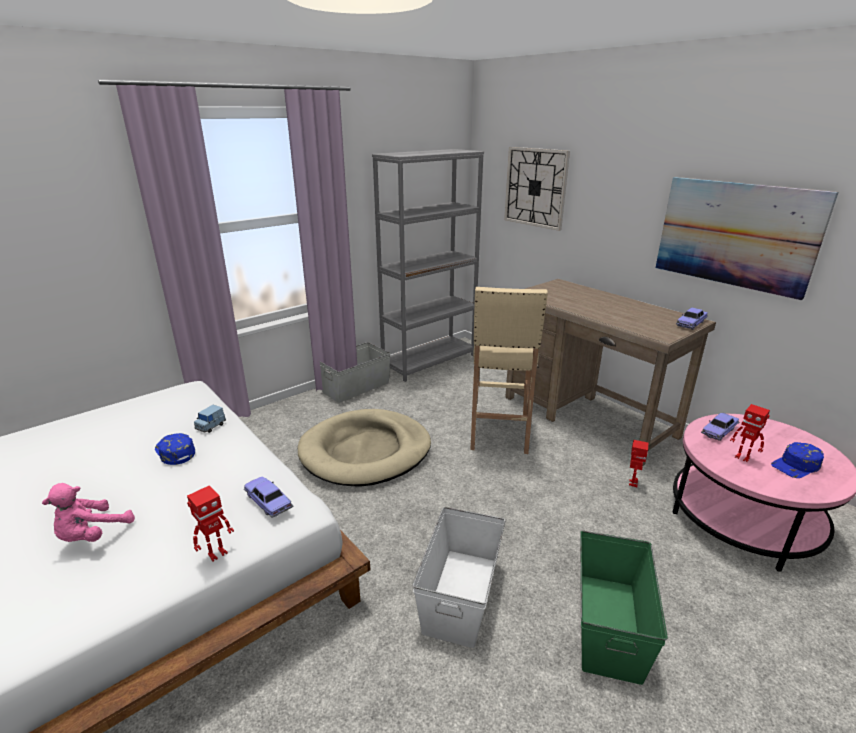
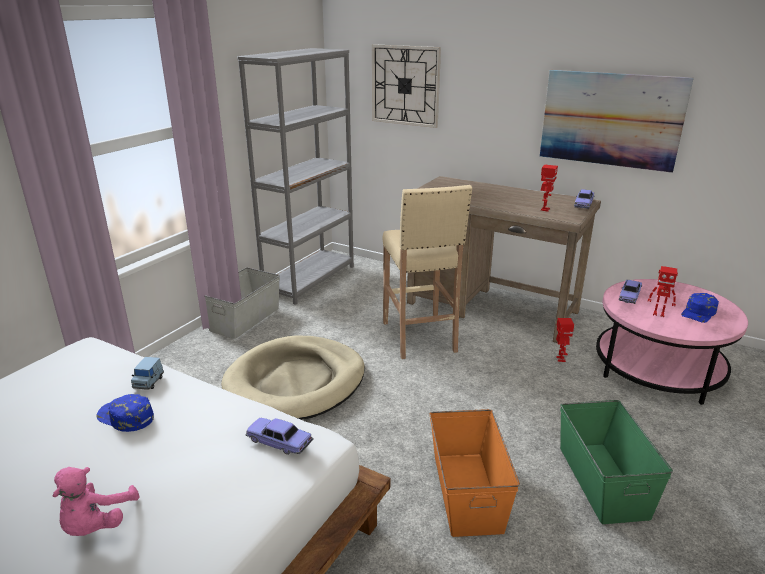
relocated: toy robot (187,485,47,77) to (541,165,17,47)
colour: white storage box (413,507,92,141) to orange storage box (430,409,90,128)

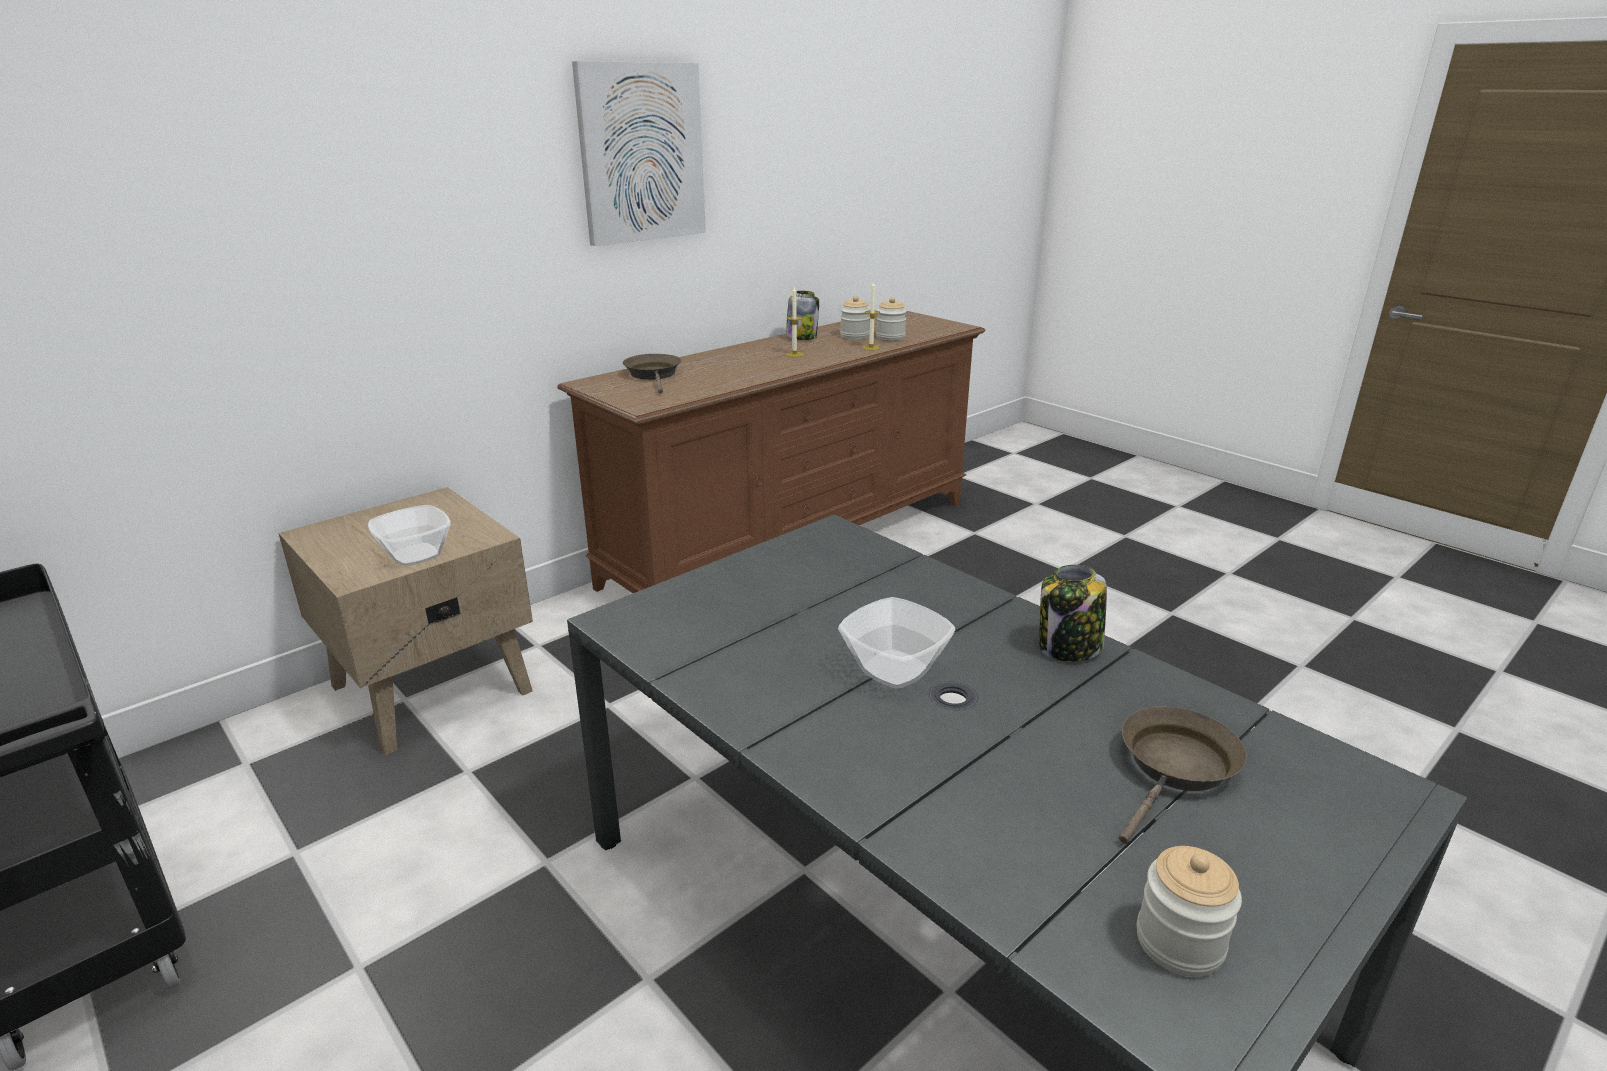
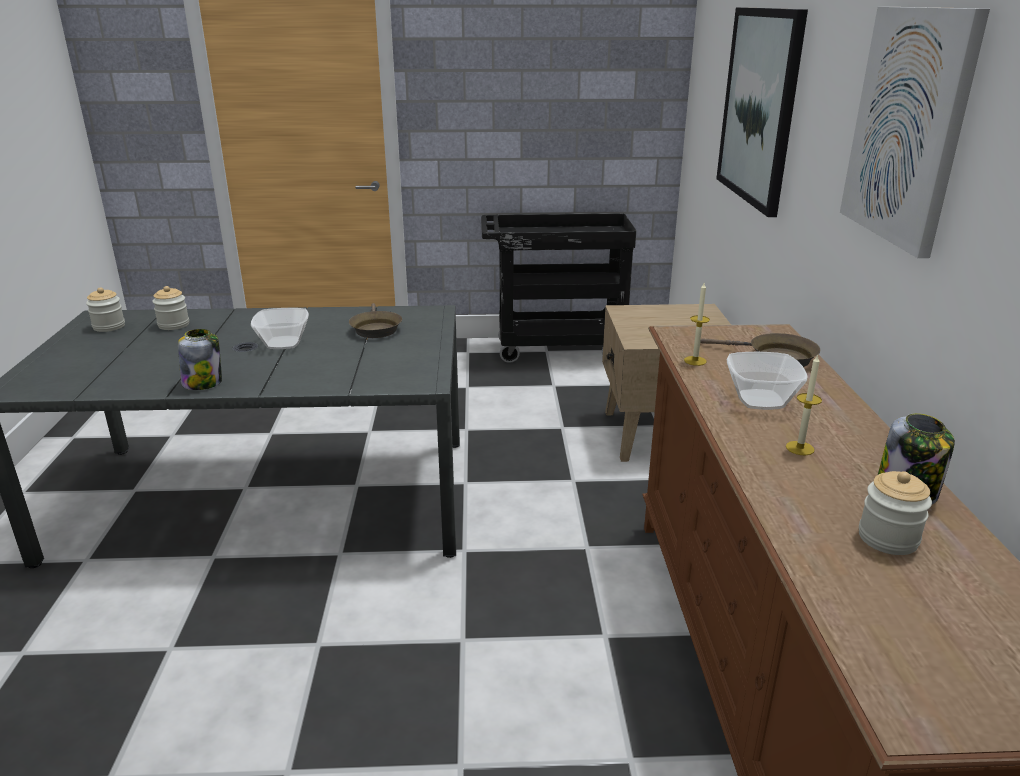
appeared: picture (716,7,92,210)
relocated: bowl (368,505,83,61) to (727,352,81,58); candle (863,281,17,69) to (684,283,26,83); jar (876,297,31,44) to (152,286,37,44); brown frying pan (1119,706,128,138) to (349,303,53,35)

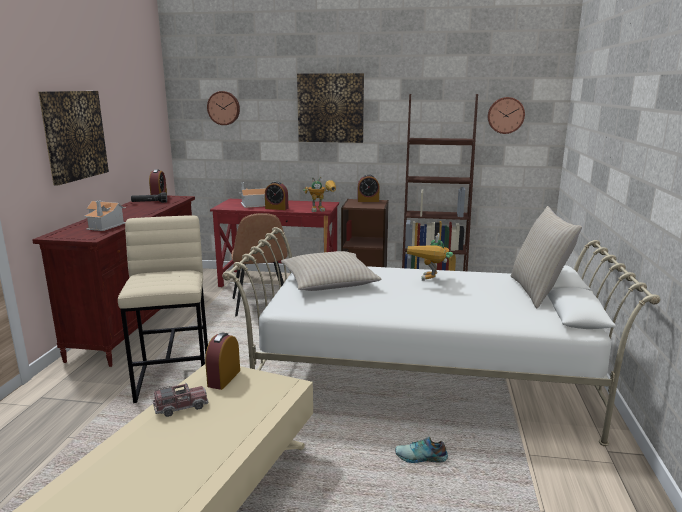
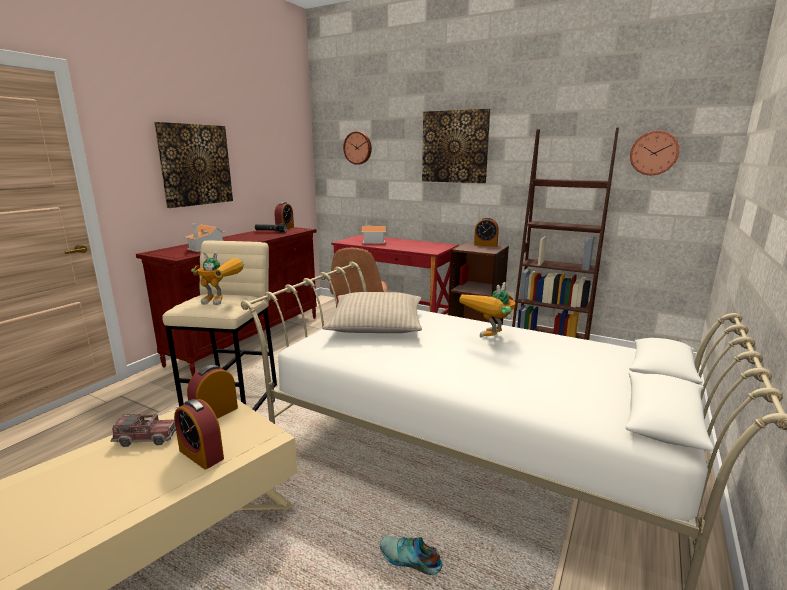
missing: beige pillow (511,206,71,103)
relocated: alarm clock (265,181,24,29) to (174,399,50,71); toy robot (303,177,33,35) to (191,252,53,53)

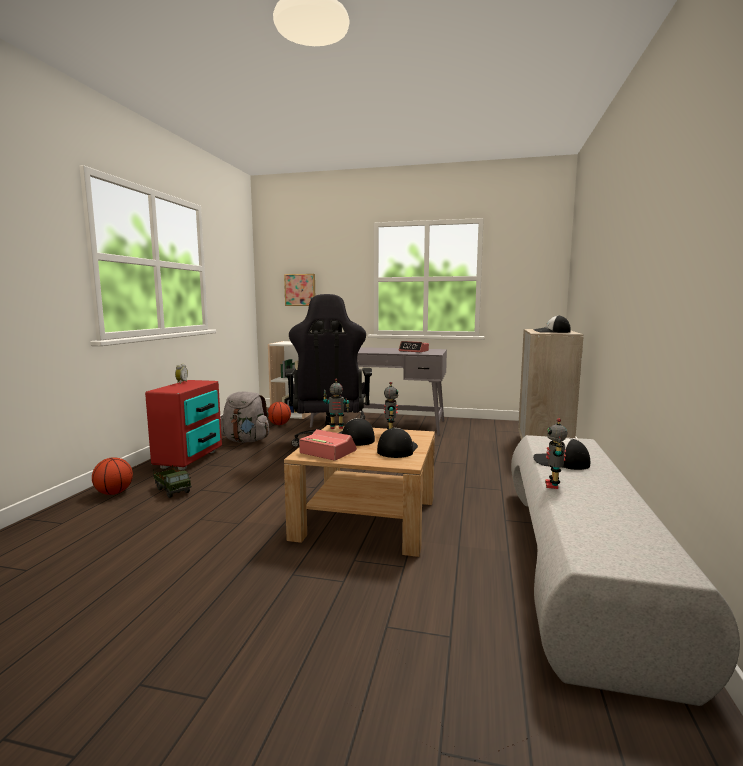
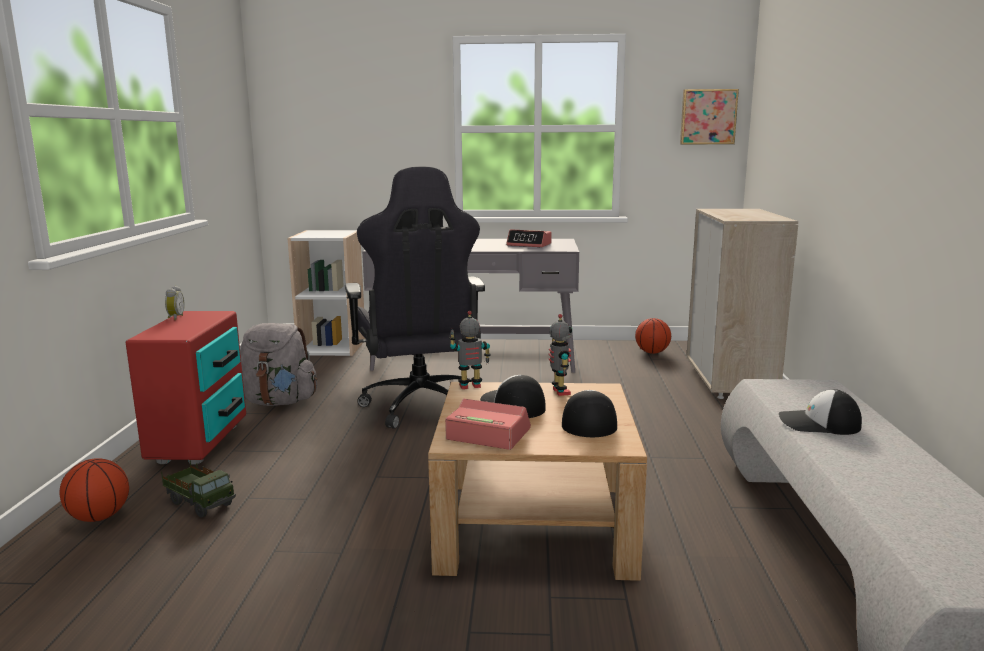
missing: cap (534,315,37,18); toy robot (545,418,22,71)
relocated: basketball (268,402,23,23) to (635,318,36,36); picture (284,274,31,32) to (680,89,59,56)

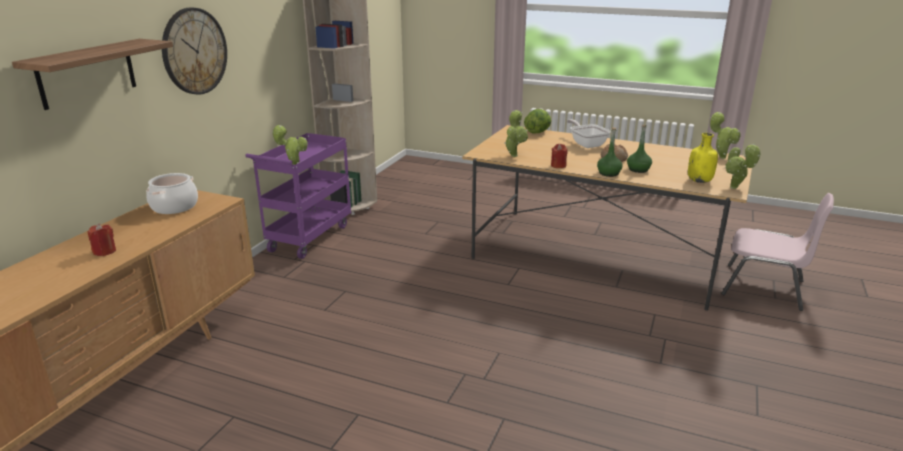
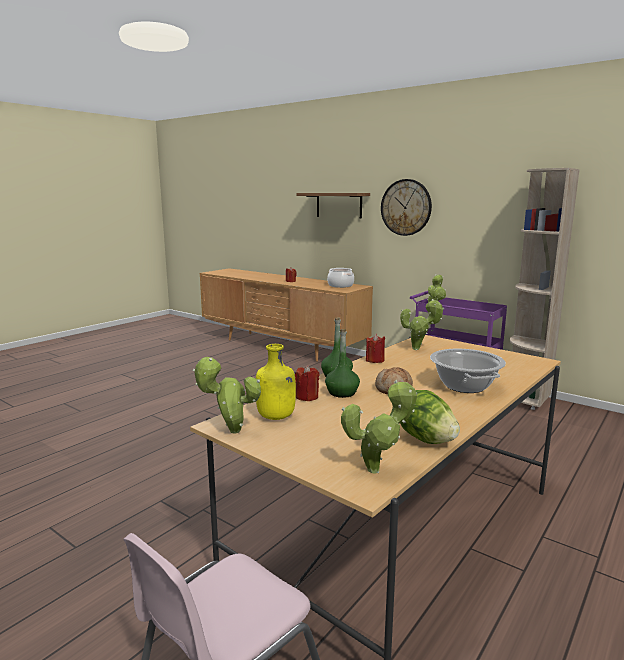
appeared: red candle (295,365,25,36)
relocated: lettuce (524,109,27,24) to (400,390,60,54)
exchanged: frying pan (567,119,44,29) to cooking pot (430,349,76,44)

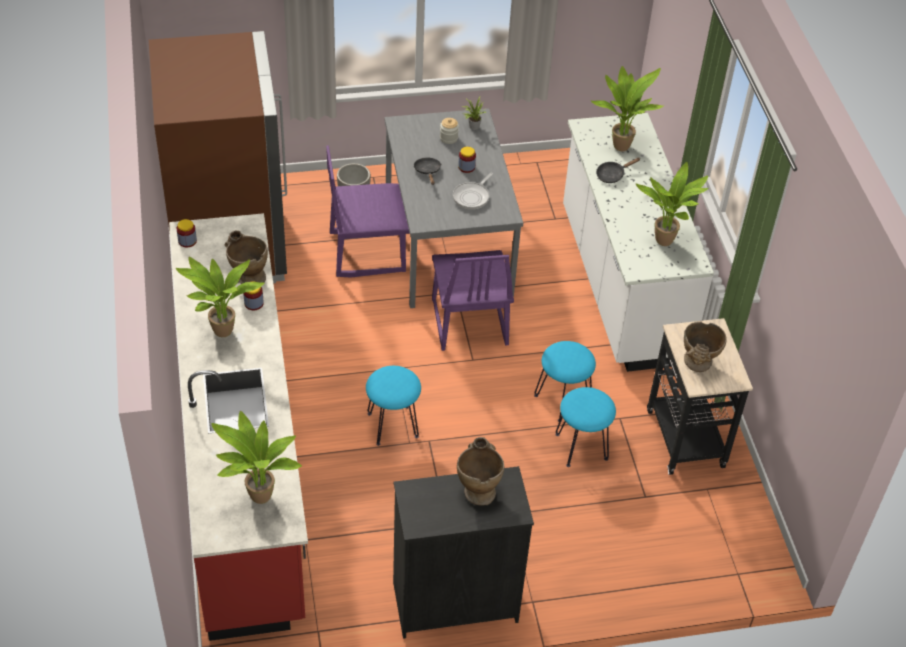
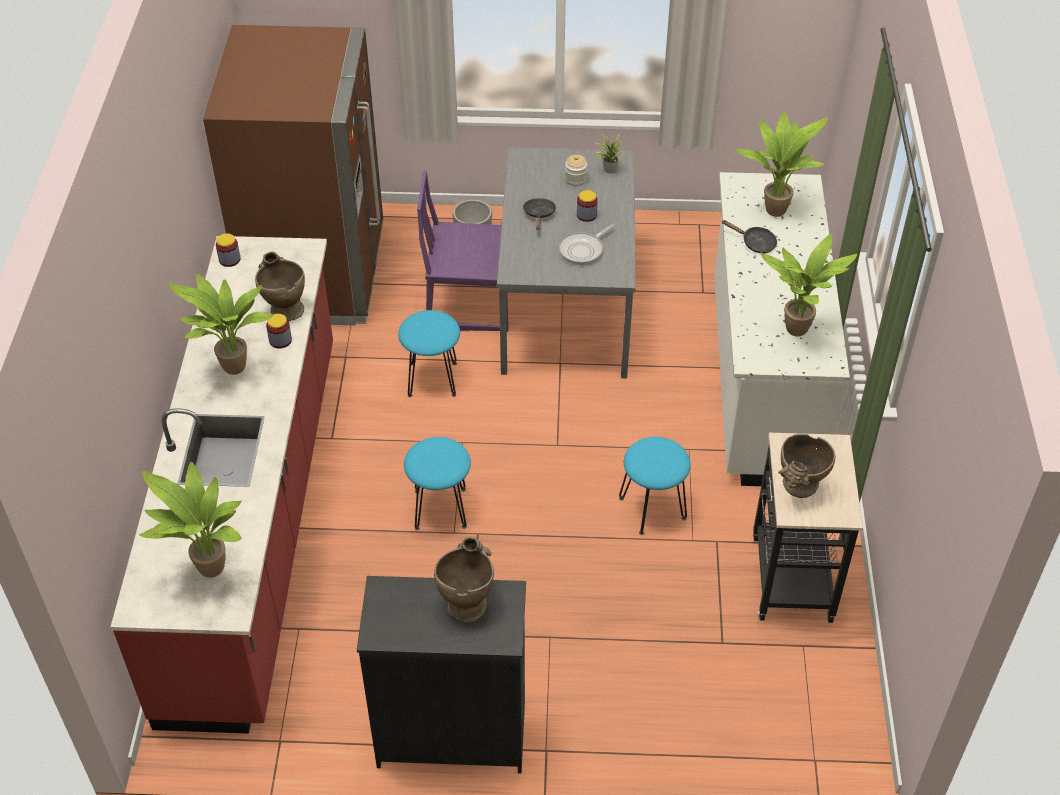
missing: purple chair (432,250,82,101)
relocated: turquoise stool (555,387,61,80) to (398,310,62,87)
spun: black frying pan (596,157,45,26) = (722,220,55,33) 135 degrees counterclockwise

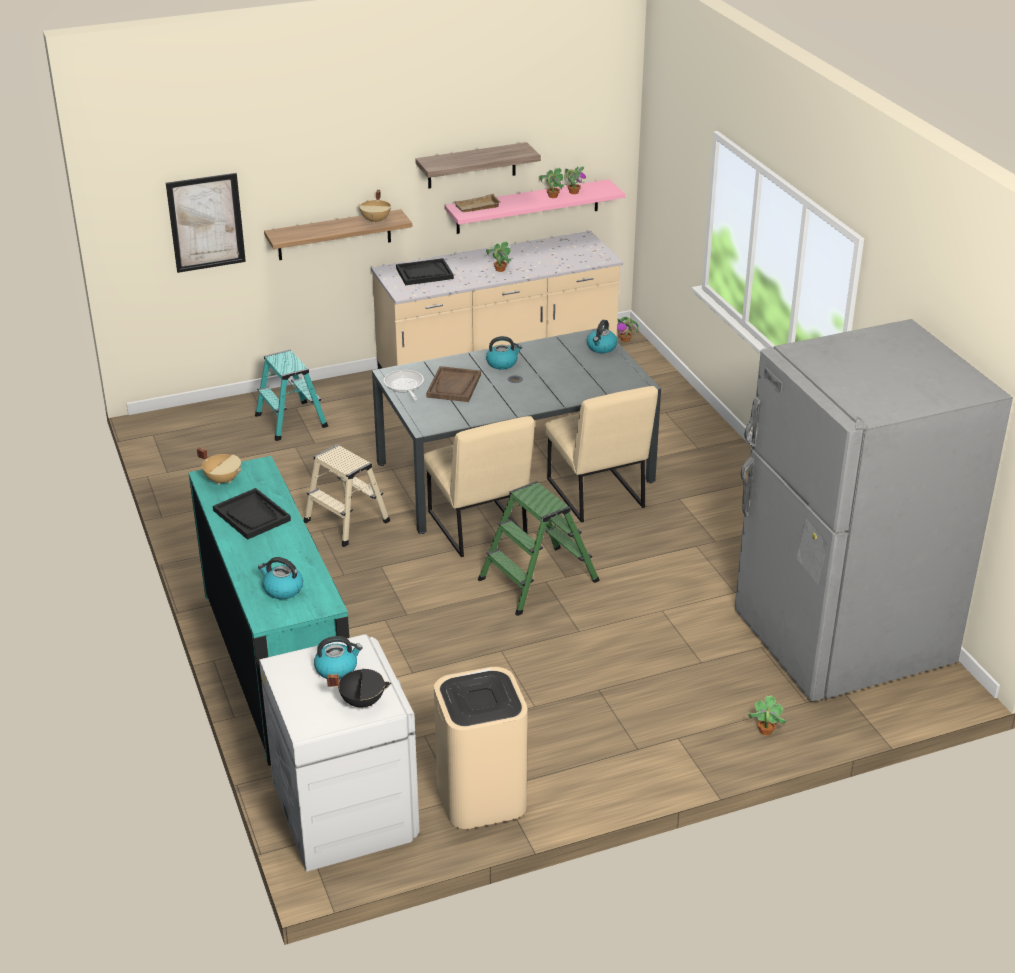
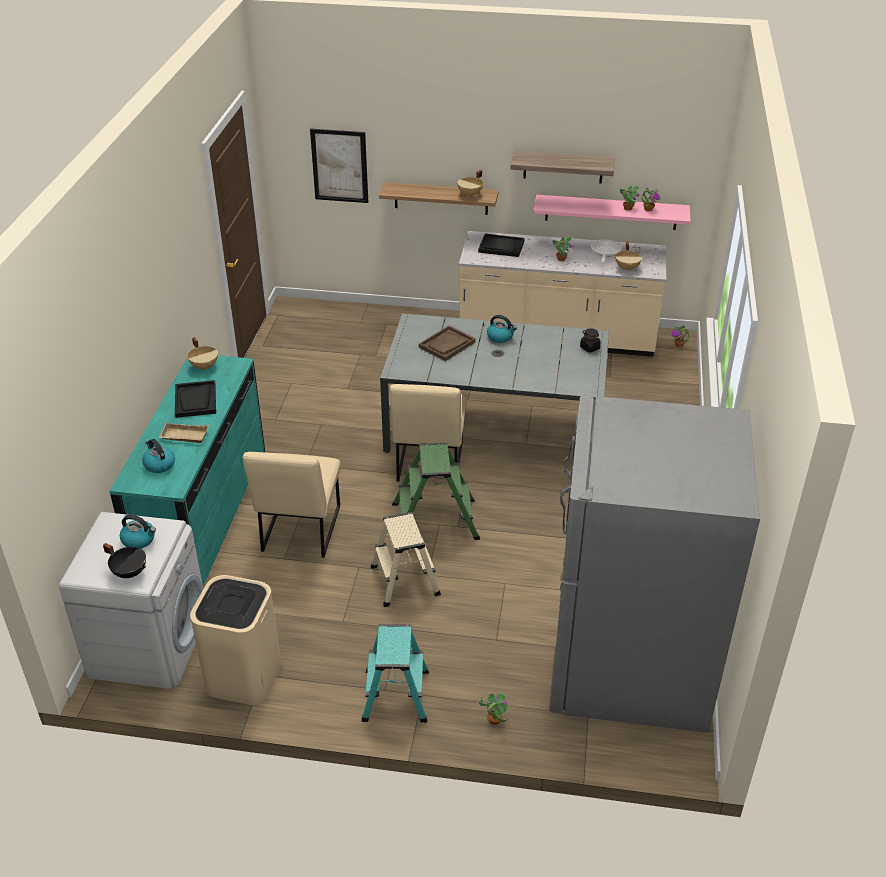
appeared: beige cooking pot (615,242,27,30)
relocated: turquoise step ladder (255,349,73,92) to (361,624,68,99); beige step ladder (304,444,86,103) to (371,512,70,95); frying pan (384,370,40,30) to (591,240,31,23); beige tray (454,194,47,18) to (159,422,50,21); beige chair (545,386,113,137) to (242,452,99,106)
exchanged: kettle (587,320,31,33) to black jar (580,328,21,24)

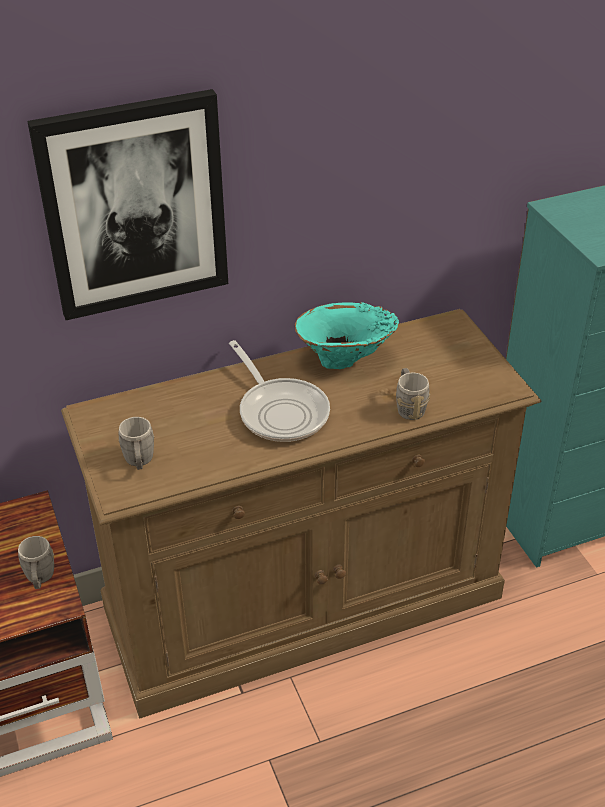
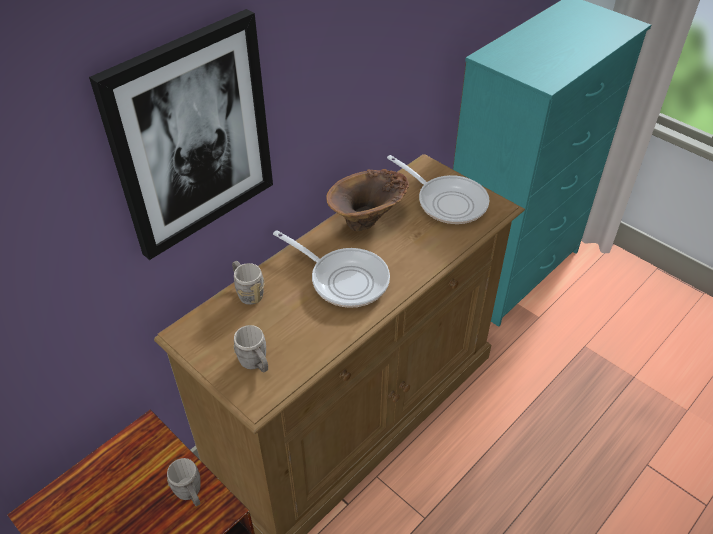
appeared: frying pan (387,155,102,69)
relocated: grey mug (396,368,34,52) to (232,261,33,44)
colour: turquoise vase (295,302,104,67) to brown vase (326,169,83,62)

